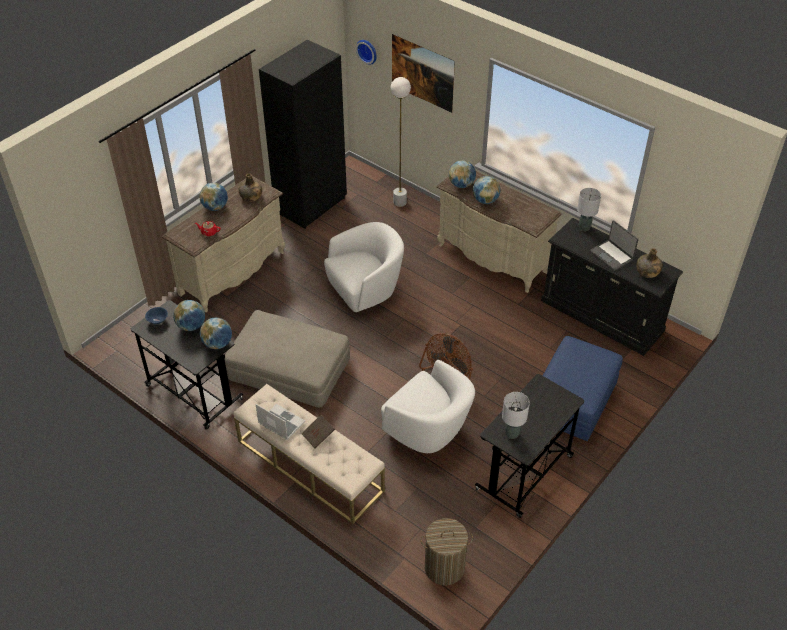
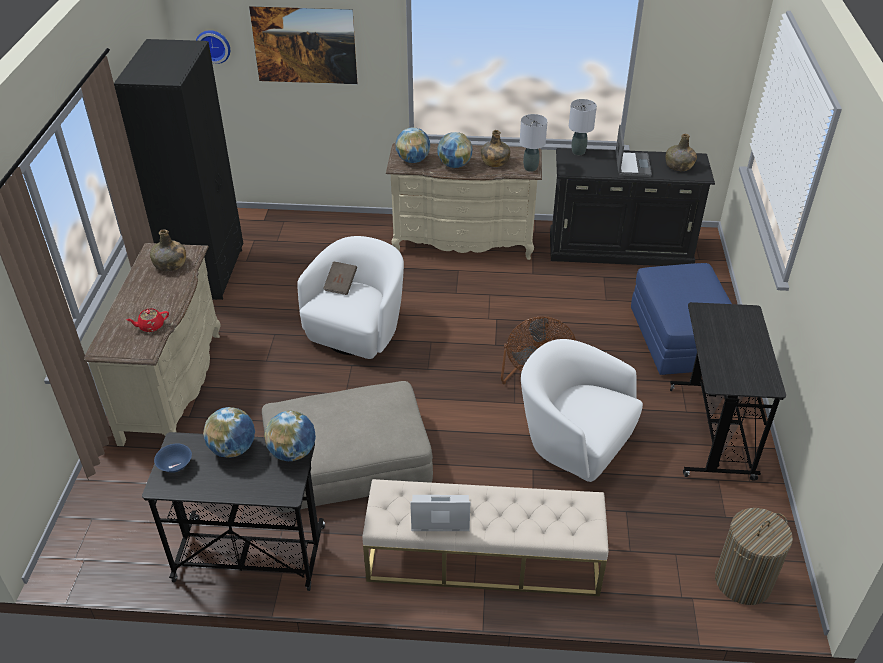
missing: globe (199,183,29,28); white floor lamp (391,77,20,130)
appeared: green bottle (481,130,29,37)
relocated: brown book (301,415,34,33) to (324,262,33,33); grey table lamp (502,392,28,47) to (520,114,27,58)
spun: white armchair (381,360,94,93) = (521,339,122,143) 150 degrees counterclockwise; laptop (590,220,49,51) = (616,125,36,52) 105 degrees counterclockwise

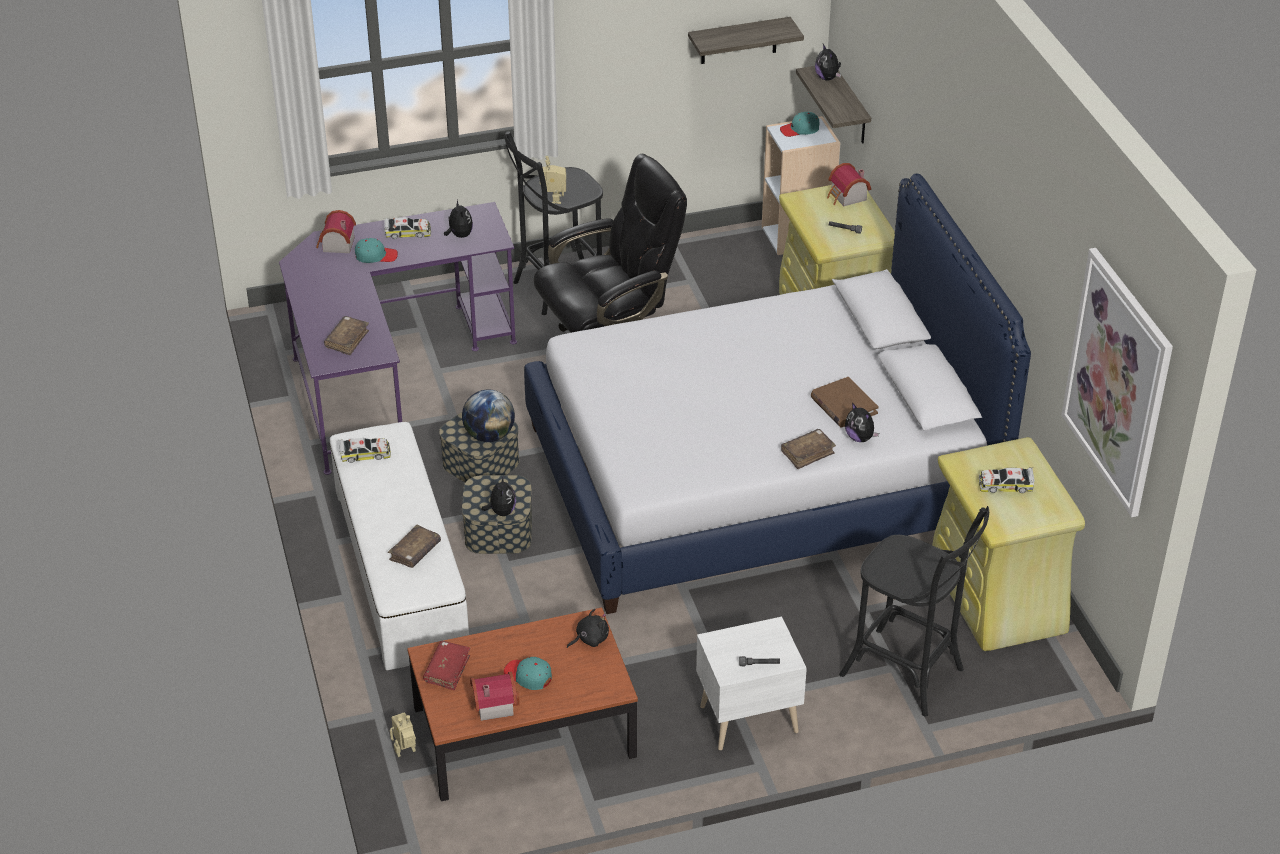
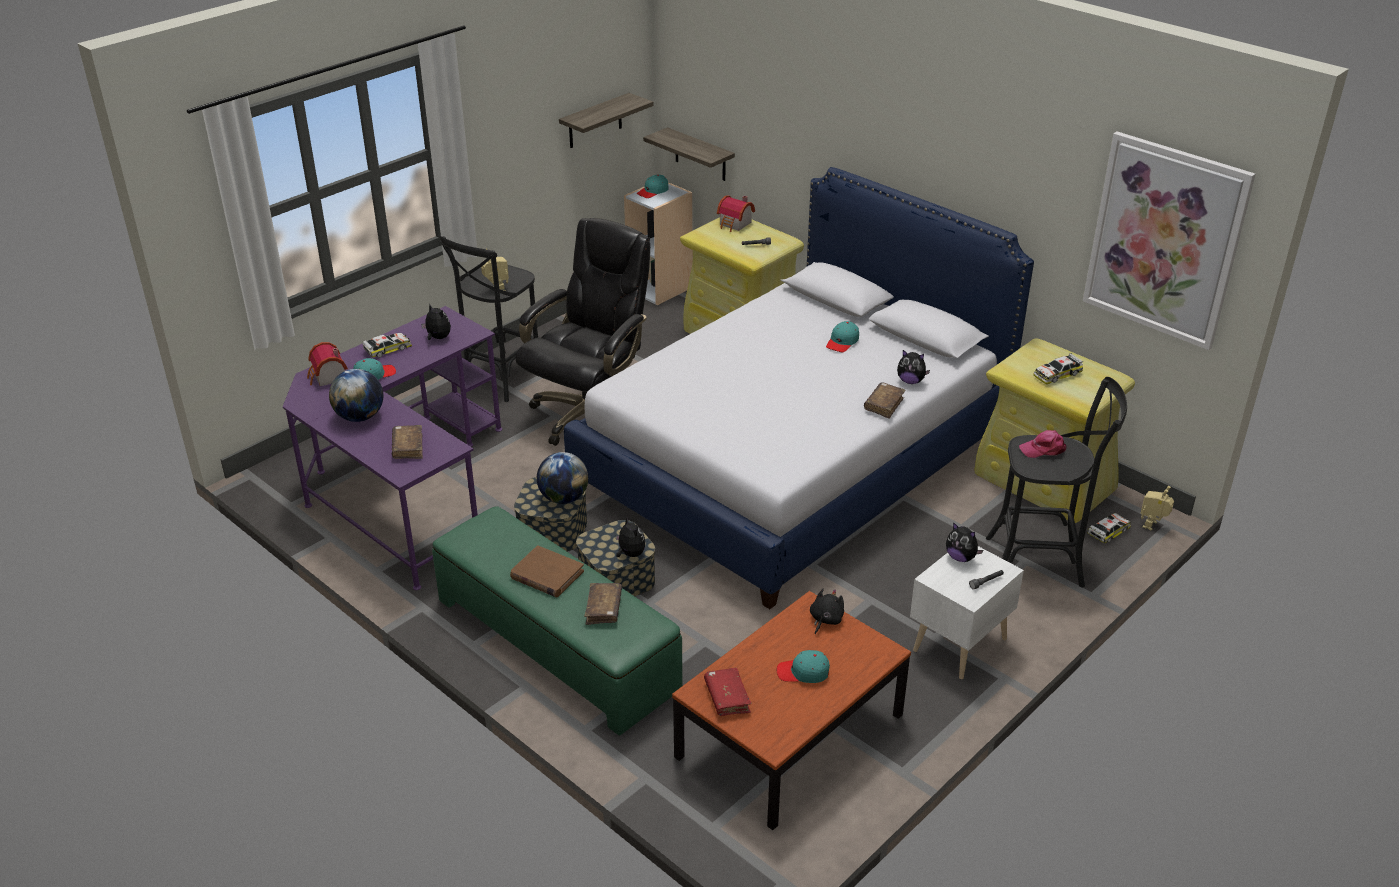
missing: toy house (470,672,50,49)
appeared: globe (329,369,54,53); turquoise cap (826,321,33,31); pink cap (1019,430,48,28)
relocated: toy car (339,438,52,25) to (1087,513,44,31); toy robot (390,713,26,44) to (1141,486,33,45); brown book (811,377,68,51) to (510,545,74,53); plush toy (815,44,26,37) to (946,522,37,40)
colour: white bench (330,422,139,249) to green bench (432,506,251,229)

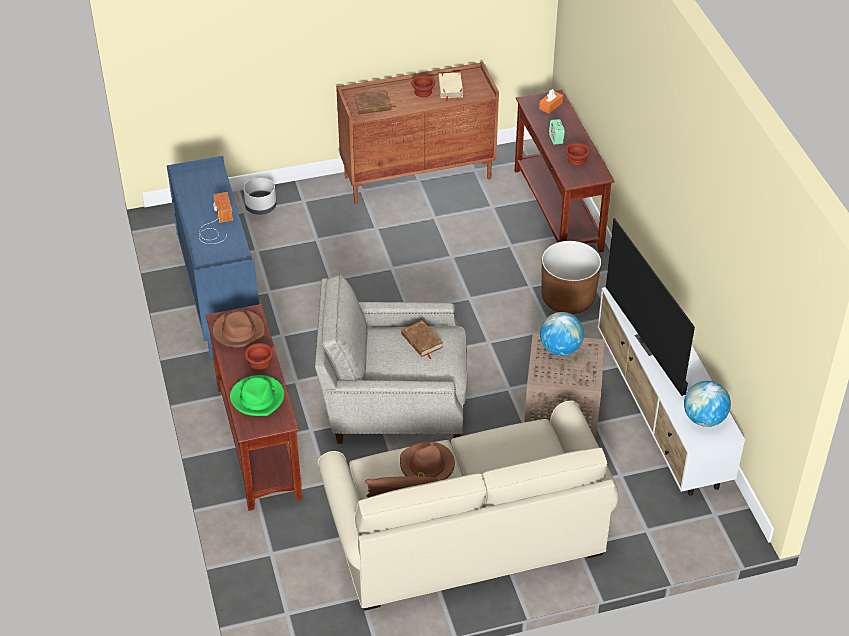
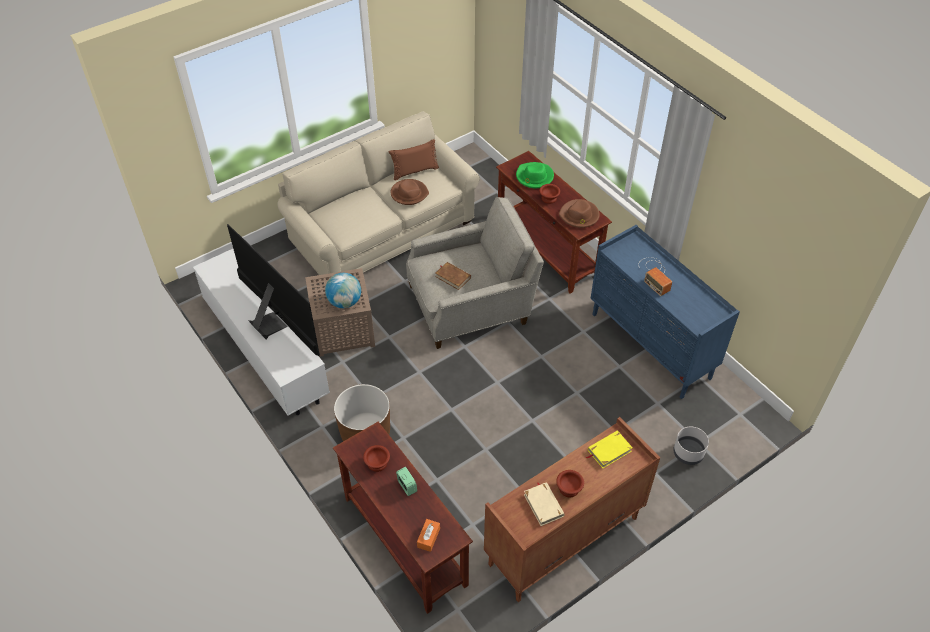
missing: globe (684,381,47,46)
colour: brown book (354,92,42,22) to yellow book (585,430,48,38)

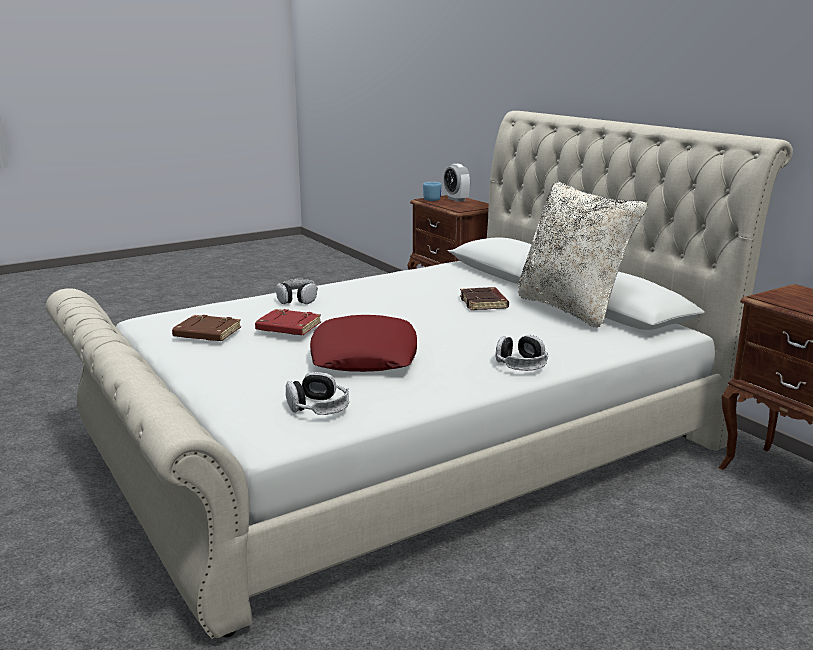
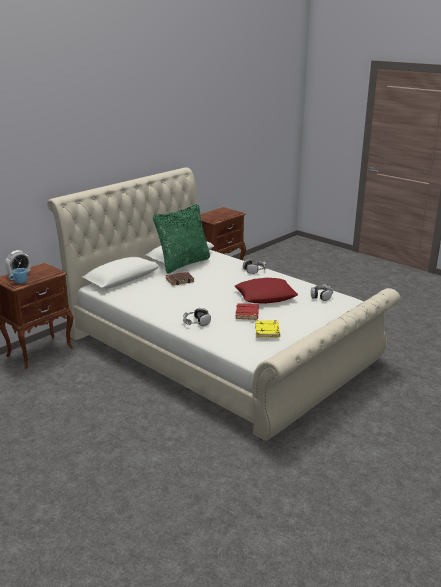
colour: brown book (172,315,69,26) to yellow book (255,320,25,18); beige pillow (518,181,130,146) to green pillow (153,204,57,70)

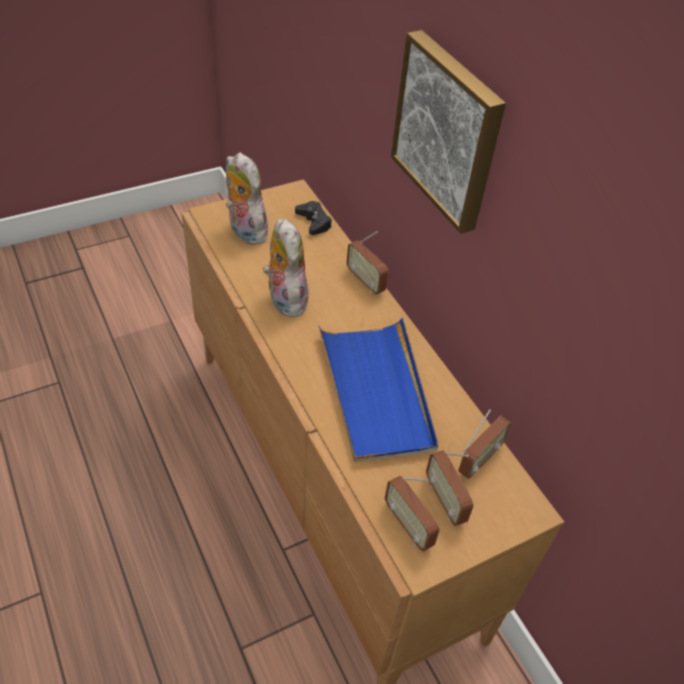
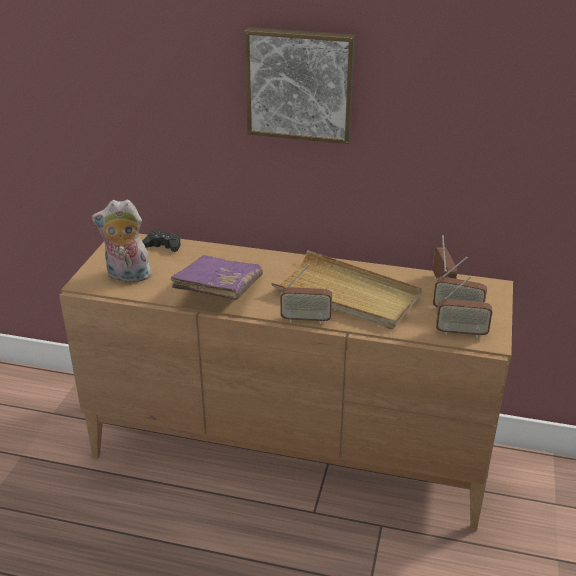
relocated: radio (346,231,42,63) to (280,264,52,60)
exchanged: plush toy (263,219,46,98) to purple book (171,255,92,45)
colour: blue tray (318,318,120,144) to beige tray (271,250,151,79)

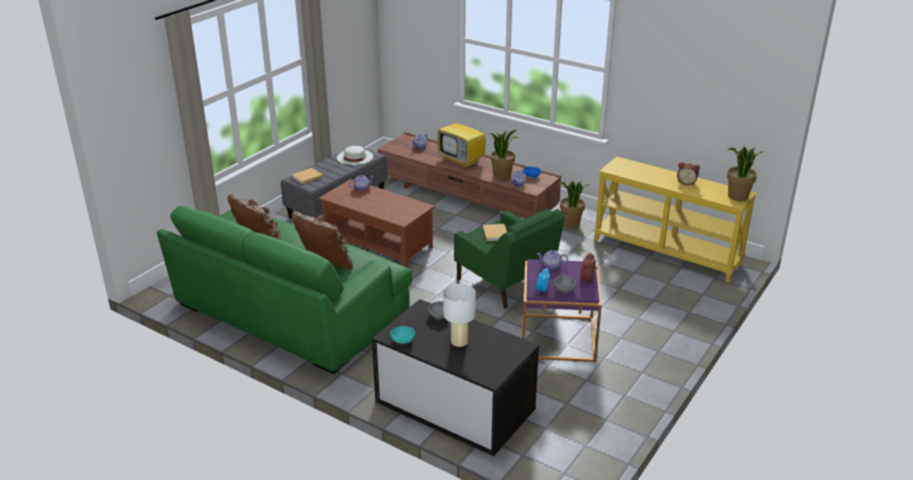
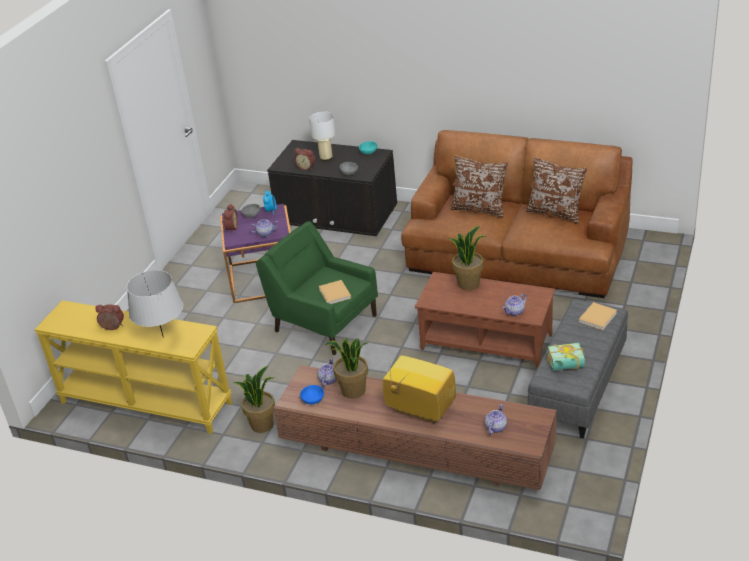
appeared: grey table lamp (127,270,56,68); alarm clock (294,148,21,22)
relocated: potted plant (727,146,37,55) to (448,226,39,65)
exchanged: white hat (337,146,36,19) to book (547,343,38,28)
colour: green sofa (157,206,255,168) to brown sofa (401,130,231,168)

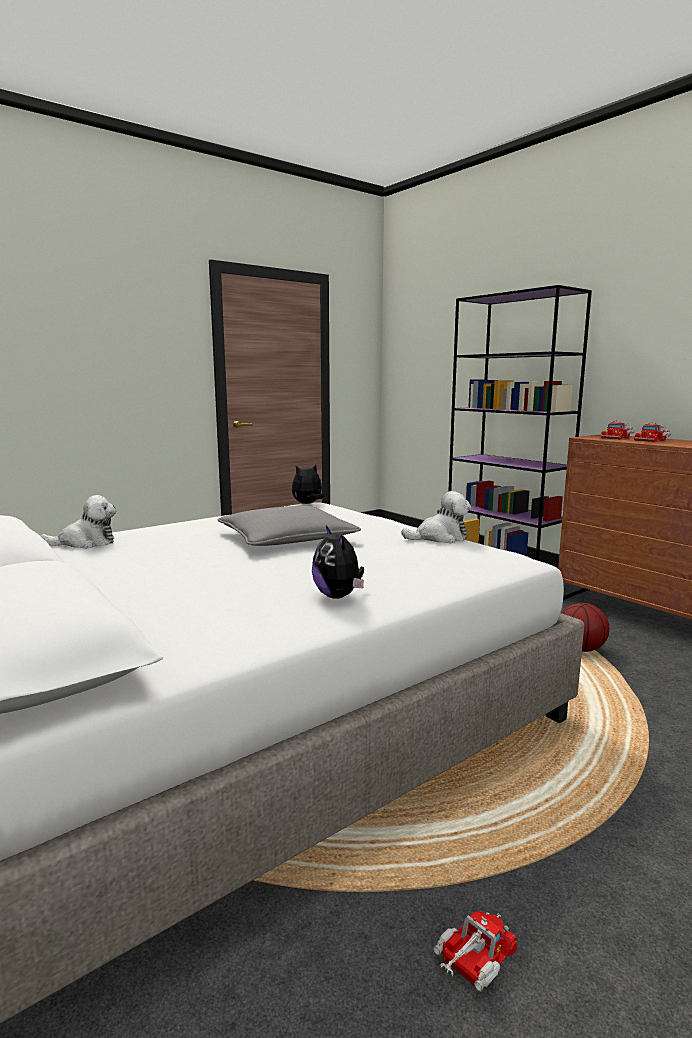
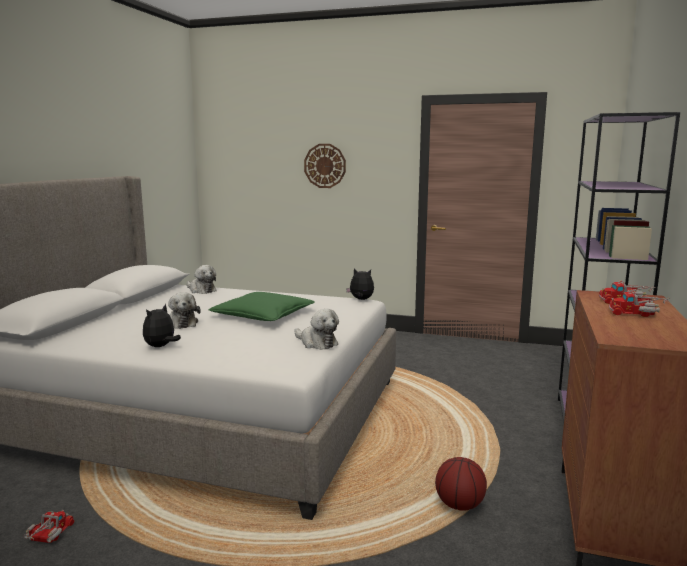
appeared: plush toy (168,292,33,37); wall clock (304,144,42,44)
colour: grey pillow (217,506,144,40) to green pillow (209,292,106,29)
spun: toy truck (433,911,85,81) = (24,510,50,33) 90 degrees counterclockwise

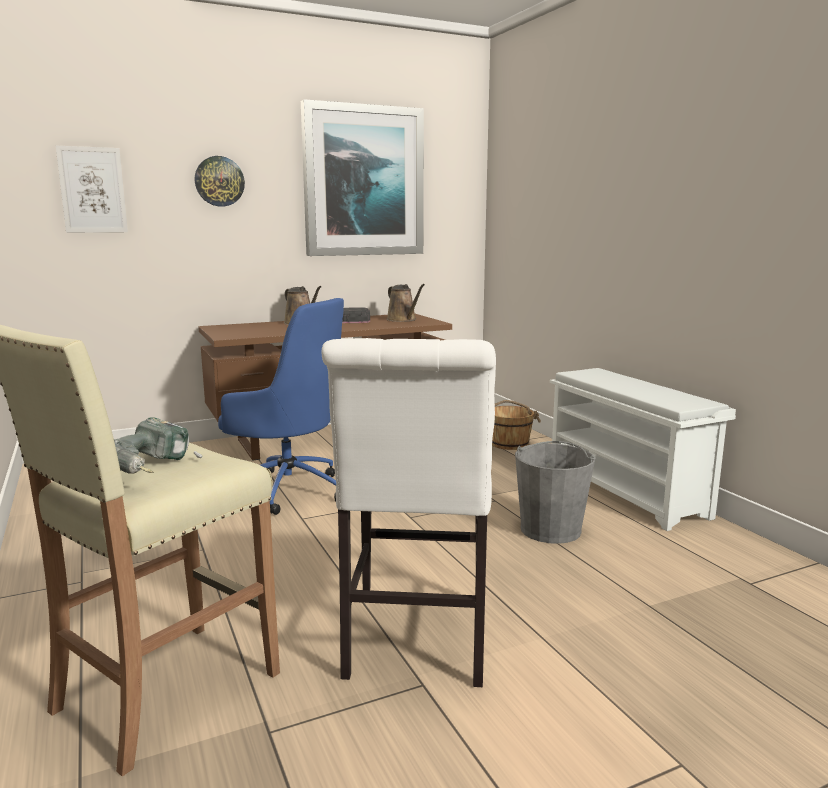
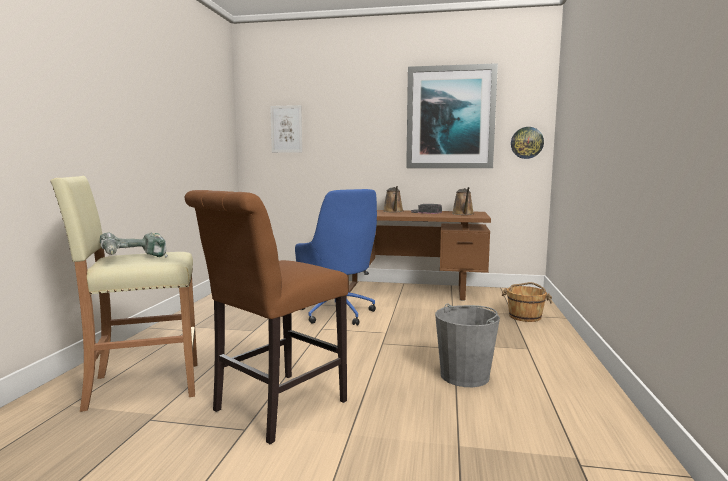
missing: white shoe rack (550,368,186,163)
relocated: wall clock (195,156,50,51) to (511,127,33,32)
colour: white stool (322,338,174,349) to brown stool (185,190,163,254)

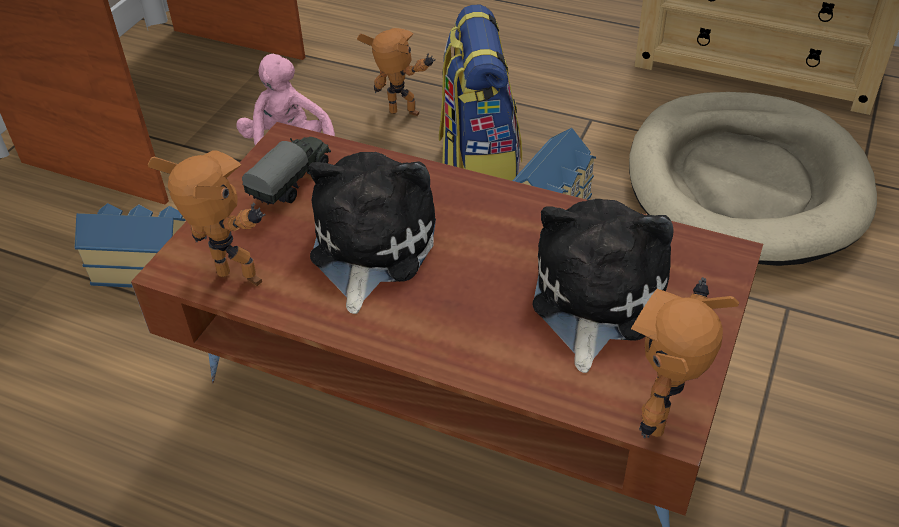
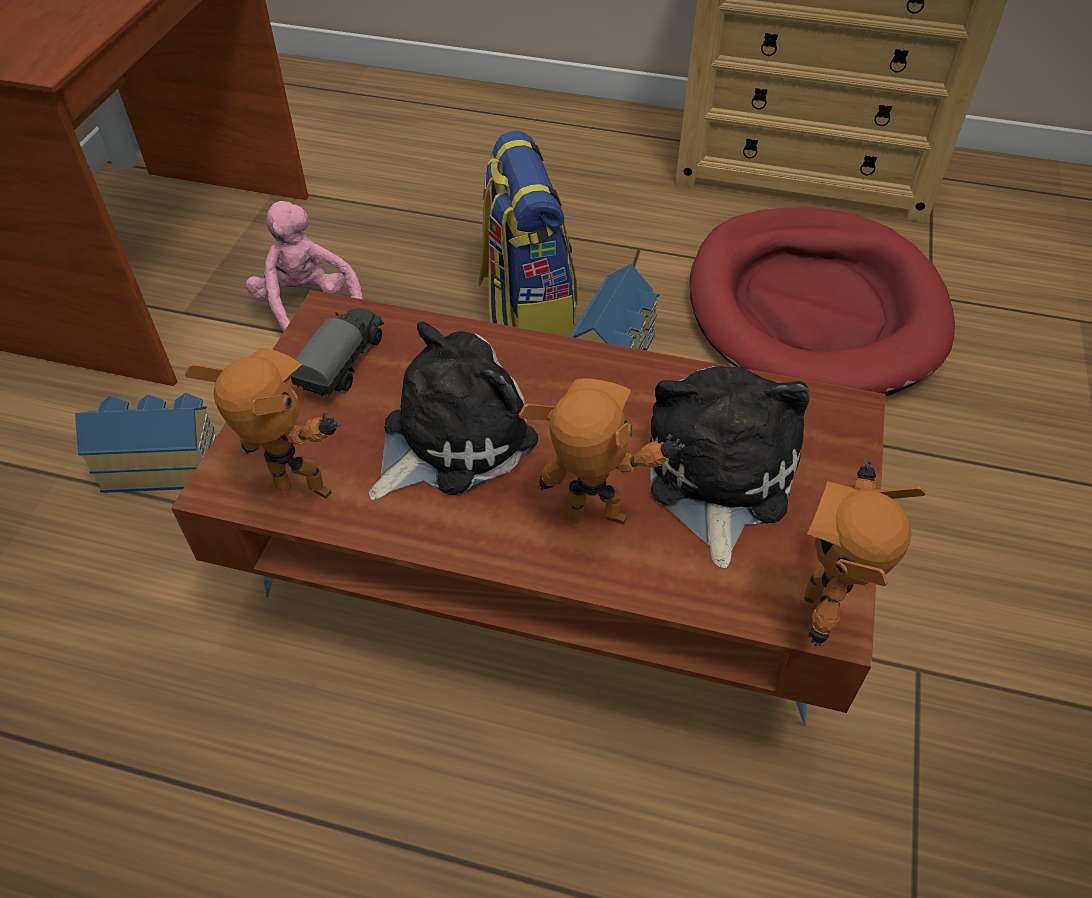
relocated: toy robot (357,28,79,88) to (519,378,166,147)
colour: beige dog bed (629,92,248,174) to red dog bed (690,207,265,189)
spun: plush toy (309,152,127,162) = (369,321,169,180) 45 degrees clockwise

